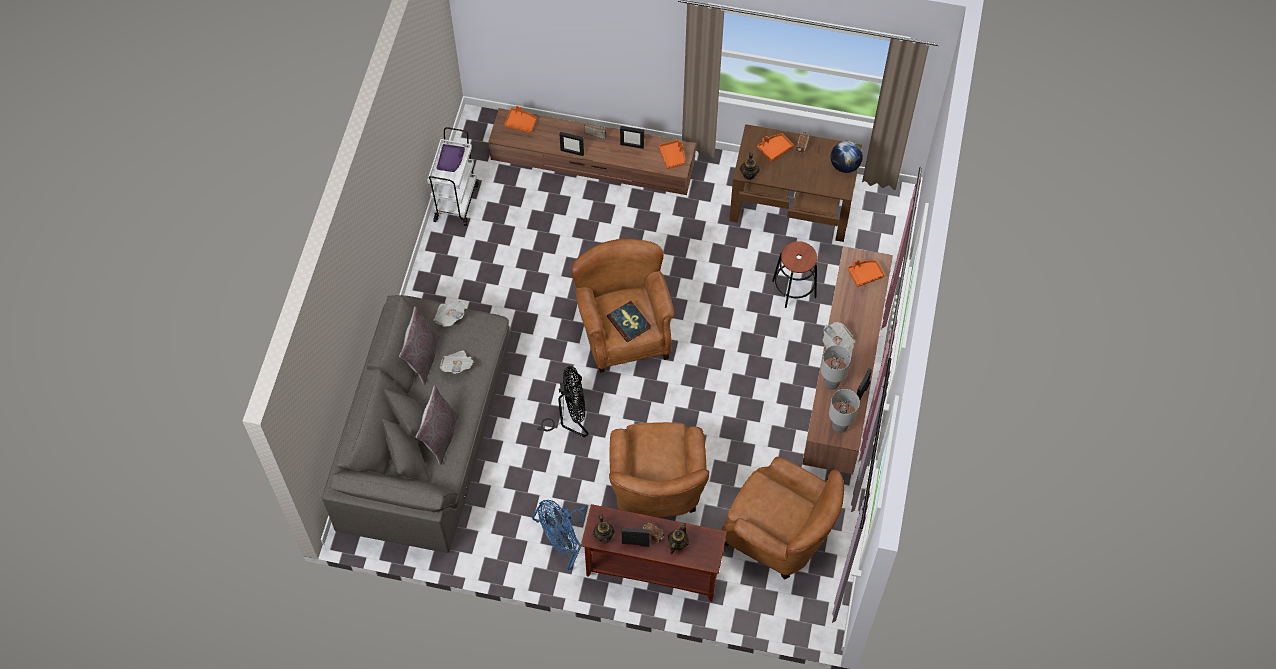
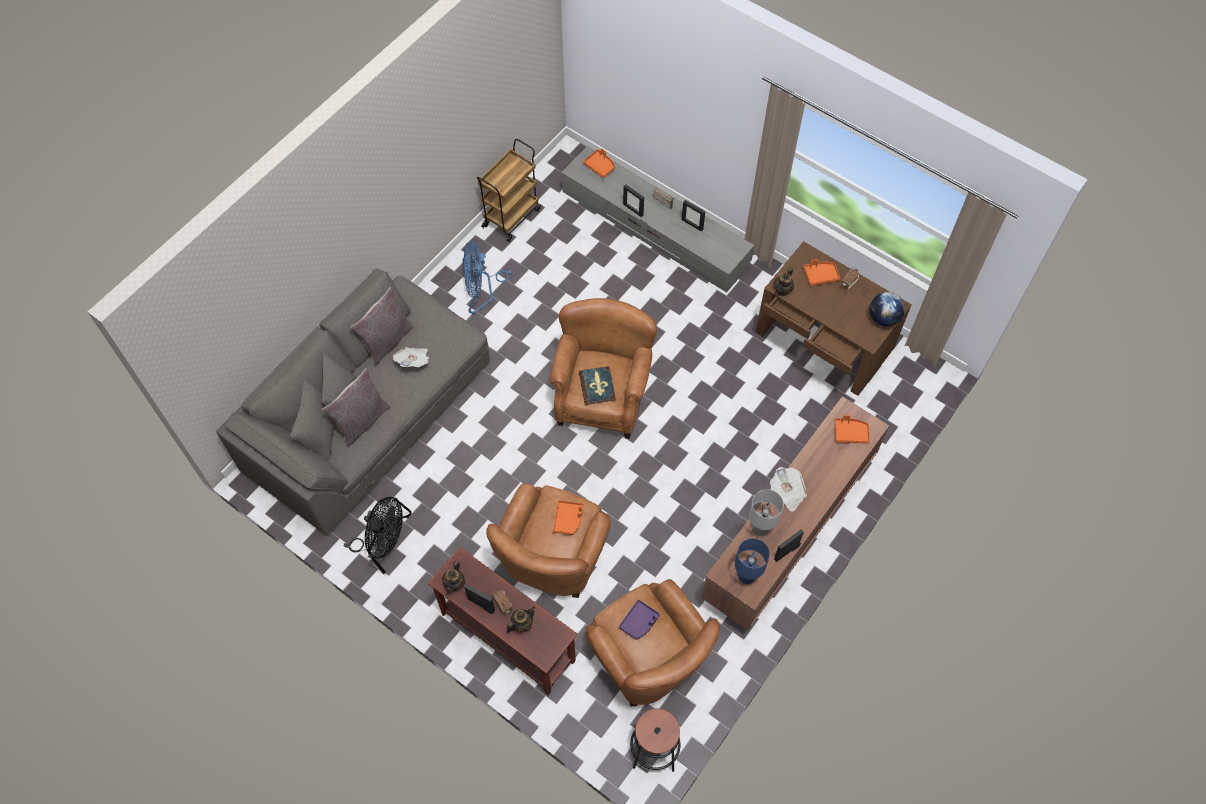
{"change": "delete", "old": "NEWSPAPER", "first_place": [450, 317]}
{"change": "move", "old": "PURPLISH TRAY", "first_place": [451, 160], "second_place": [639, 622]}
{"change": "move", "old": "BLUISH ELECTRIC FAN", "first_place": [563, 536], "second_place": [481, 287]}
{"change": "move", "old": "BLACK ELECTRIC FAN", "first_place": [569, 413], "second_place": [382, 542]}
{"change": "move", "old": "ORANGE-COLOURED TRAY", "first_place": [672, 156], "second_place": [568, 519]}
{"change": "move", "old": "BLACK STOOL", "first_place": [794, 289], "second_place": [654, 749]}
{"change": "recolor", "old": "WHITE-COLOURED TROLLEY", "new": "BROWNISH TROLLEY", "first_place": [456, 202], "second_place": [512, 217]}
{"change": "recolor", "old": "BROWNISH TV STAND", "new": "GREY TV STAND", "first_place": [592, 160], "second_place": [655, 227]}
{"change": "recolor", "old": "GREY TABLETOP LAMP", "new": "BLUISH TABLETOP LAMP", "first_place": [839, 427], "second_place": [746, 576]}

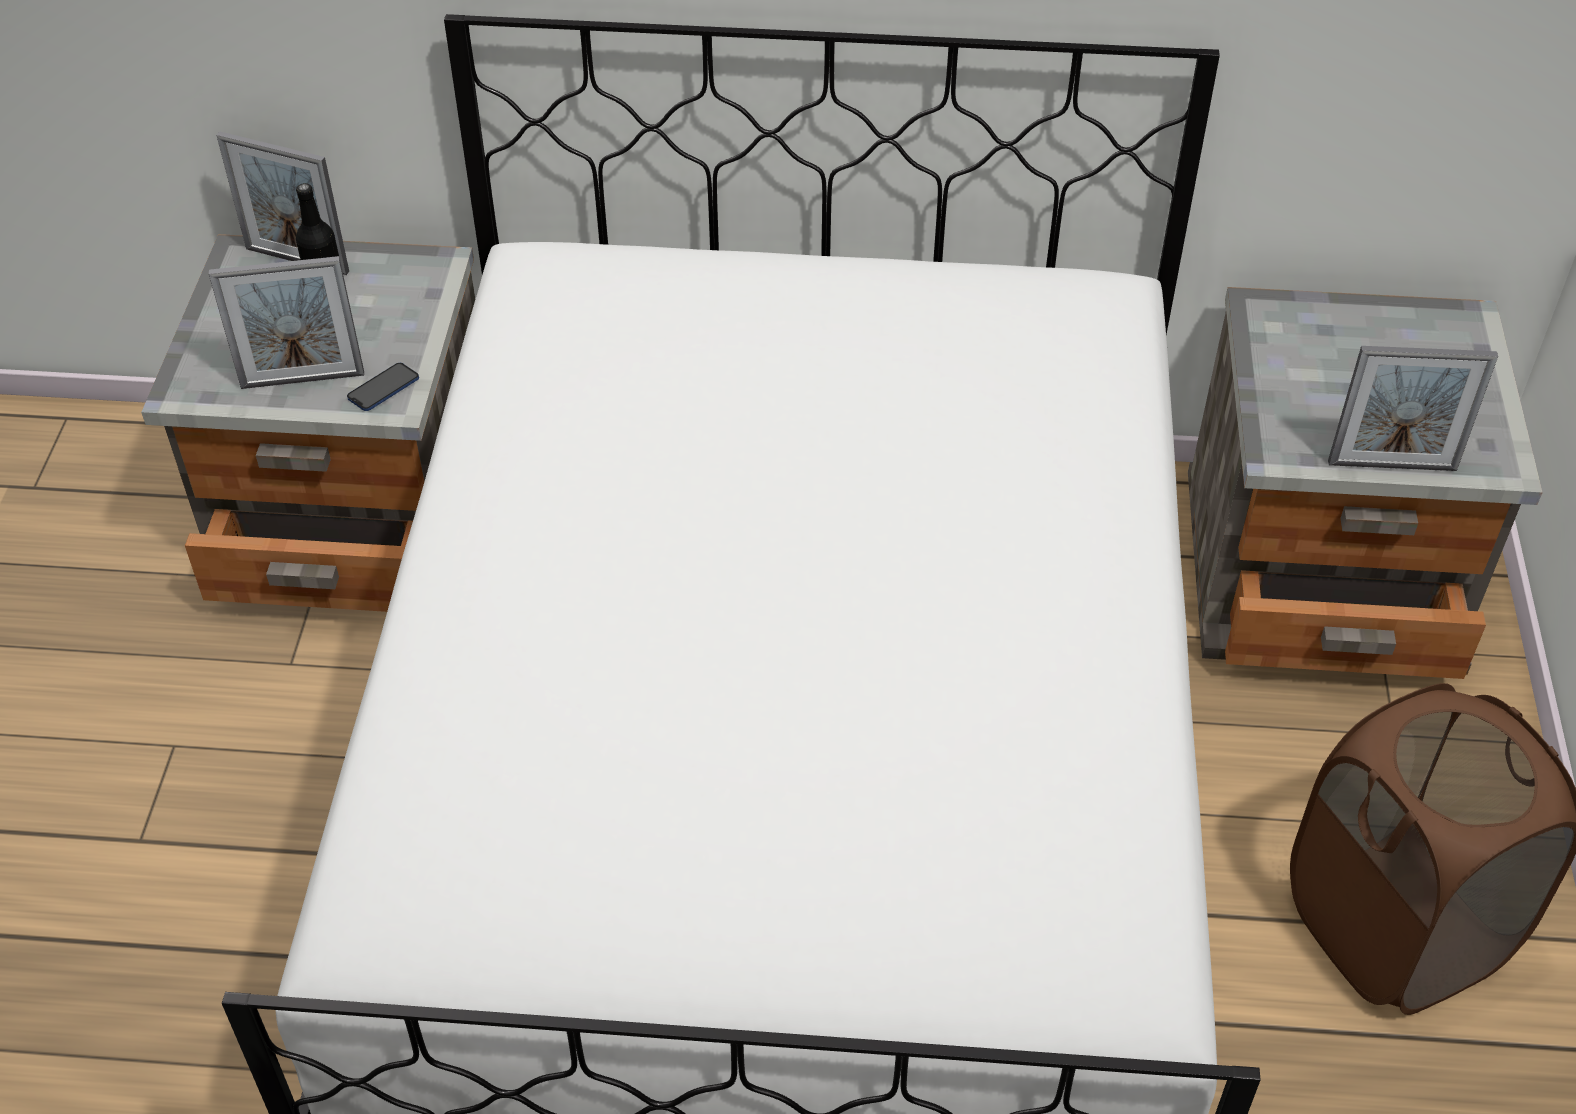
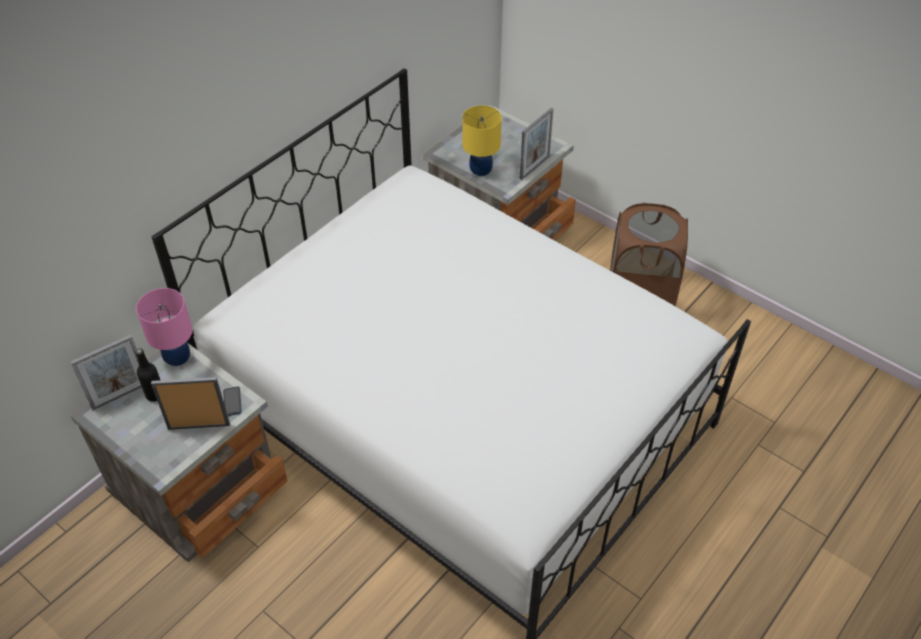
{"change": "insert", "new": "PINK-COLOURED TABLETOP LAMP", "second_place": [178, 359]}
{"change": "insert", "new": "YELLOWISH TABLETOP LAMP", "second_place": [482, 171]}
{"change": "rotate", "old": "STANDING FRAME", "first_place": [302, 380], "second_place": [199, 426], "degrees": -120}

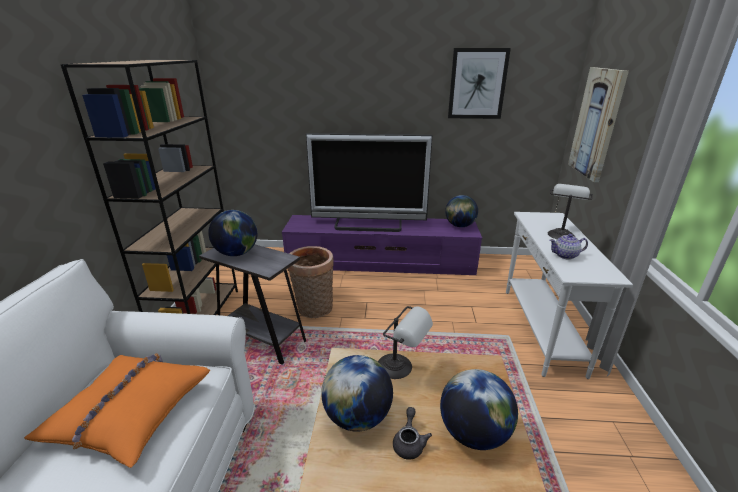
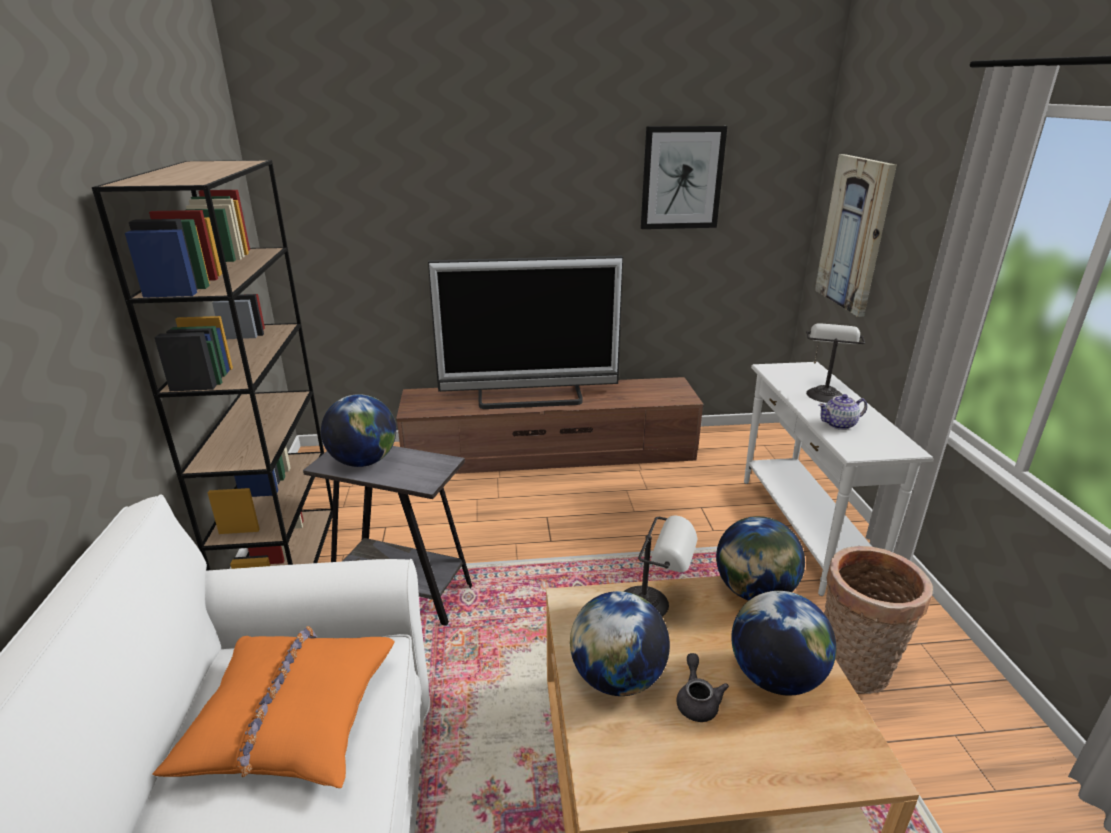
{"change": "move", "old": "BASKET", "first_place": [314, 309], "second_place": [853, 671]}
{"change": "move", "old": "GLOBE", "first_place": [459, 226], "second_place": [754, 592]}
{"change": "recolor", "old": "PURPLISH TV STAND", "new": "BROWNISH TV STAND", "first_place": [381, 261], "second_place": [550, 451]}

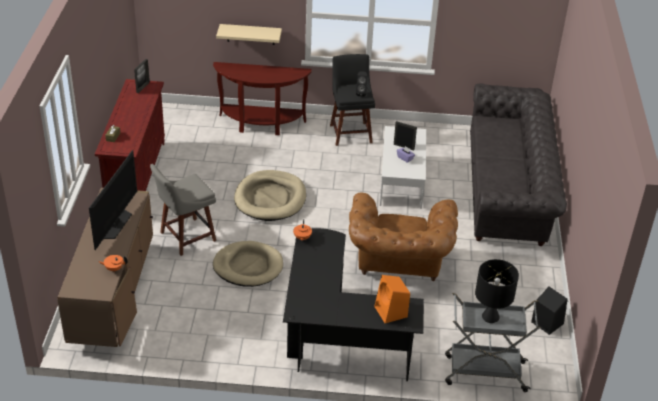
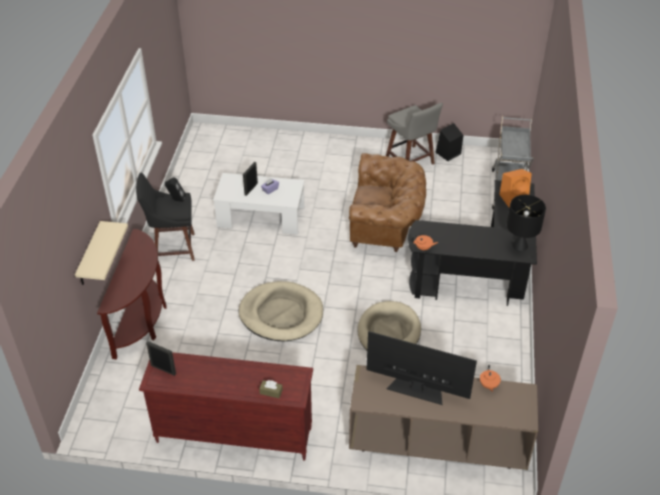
{"change": "delete", "old": "GREY SETTEE", "first_place": [509, 190]}
{"change": "move", "old": "GREY STOOL", "first_place": [185, 237], "second_place": [411, 162]}
{"change": "move", "old": "BLACK TABLETOP LAMP", "first_place": [490, 318], "second_place": [519, 247]}

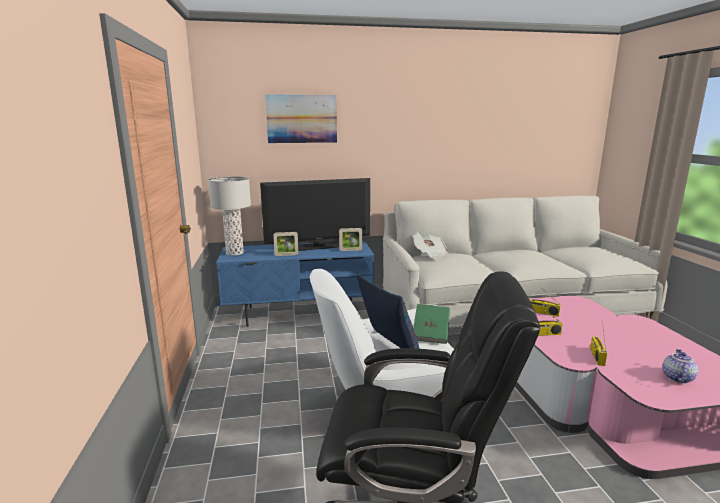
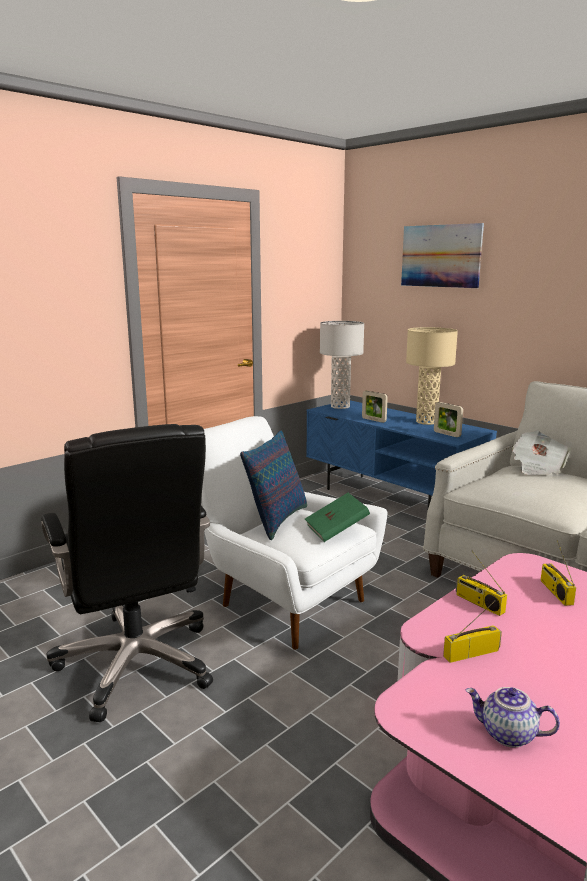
{"change": "replace", "old": "TV SET", "new": "SAND-COLOURED TABLETOP LAMP", "first_place": [318, 246], "second_place": [427, 422]}
{"change": "rotate", "old": "POT FOR TEA", "first_place": [676, 377], "second_place": [507, 735], "degrees": -150}

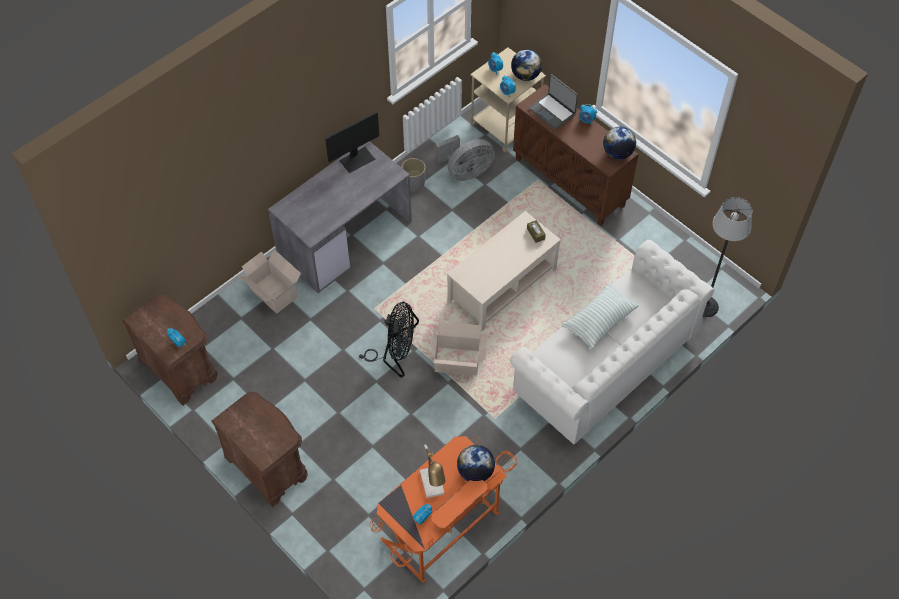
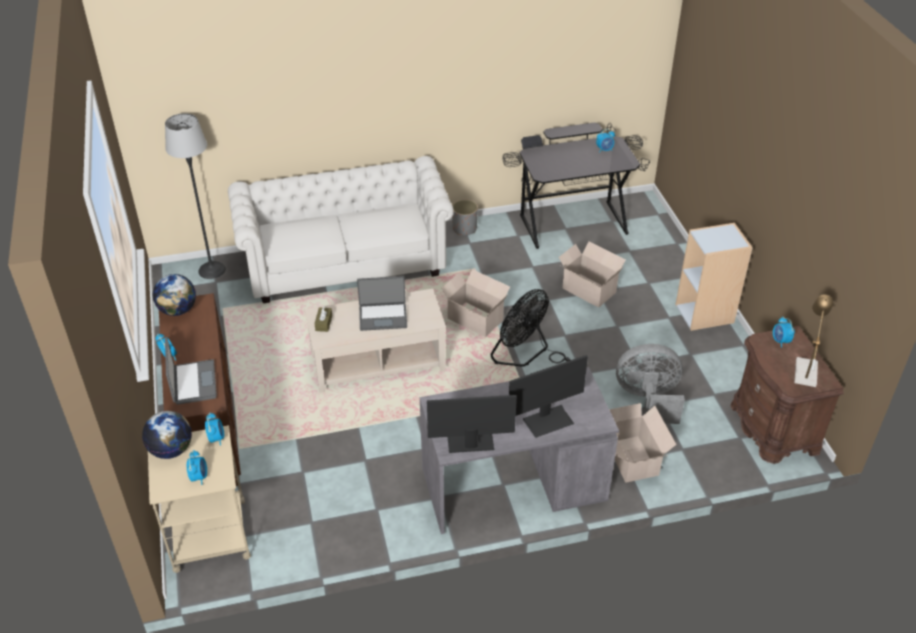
{"change": "delete", "old": "GLOBE", "first_place": [475, 471]}
{"change": "delete", "old": "CUSHION", "first_place": [599, 321]}
{"change": "insert", "new": "LAPTOP", "second_place": [383, 316]}
{"change": "insert", "new": "MONITOR", "second_place": [548, 420]}
{"change": "insert", "new": "CARTON", "second_place": [588, 289]}
{"change": "move", "old": "GREY FLOWER POT", "first_place": [413, 183], "second_place": [464, 229]}
{"change": "move", "old": "TABLETOP LAMP", "first_place": [433, 486], "second_place": [805, 369]}
{"change": "move", "old": "GREY ELECTRIC FAN", "first_place": [465, 172], "second_place": [648, 399]}
{"change": "replace", "old": "BROWNISH NIGHTSTAND", "new": "SHELVING UNIT", "first_place": [268, 465], "second_place": [705, 314]}
{"change": "recolor", "old": "ORANGE-COLOURED DESK", "new": "BLACK DESK", "first_place": [442, 529], "second_place": [572, 222]}

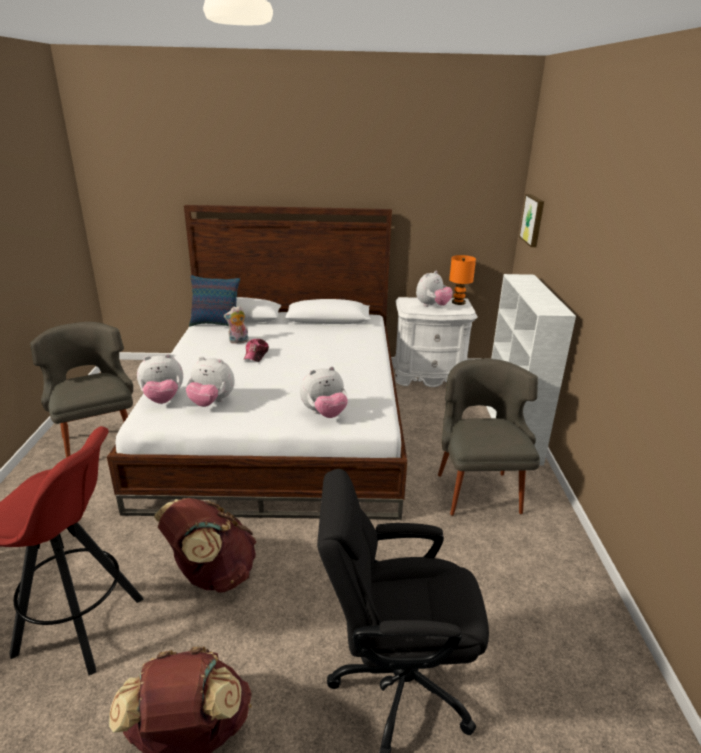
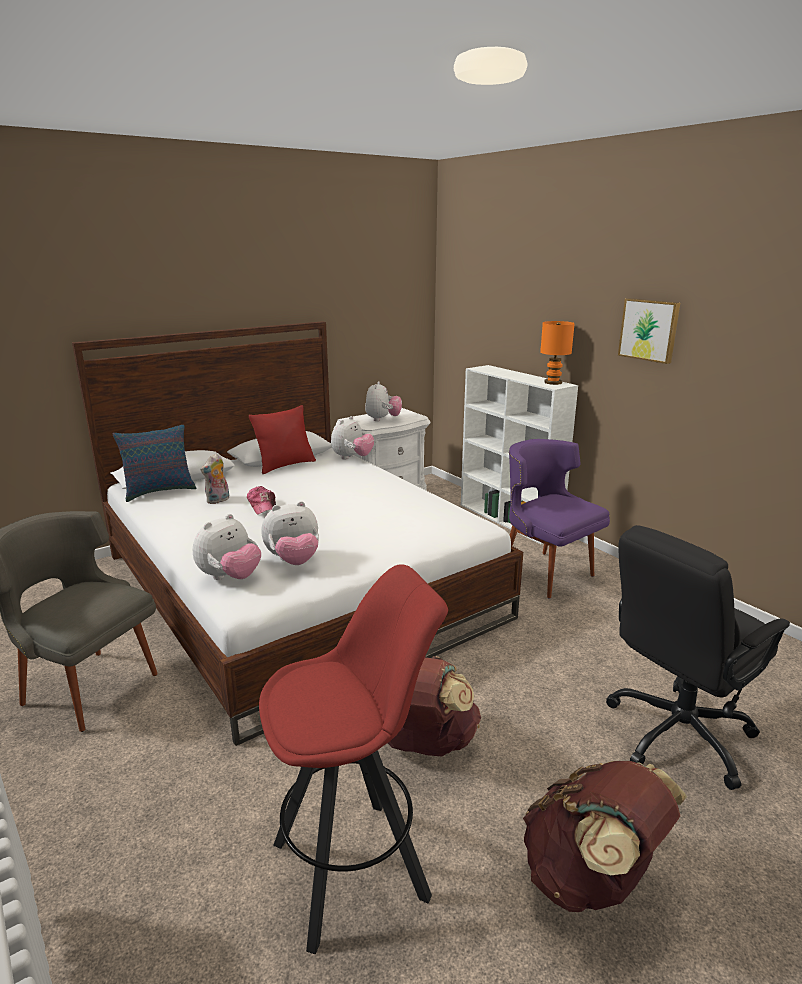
{"change": "insert", "new": "RED-COLOURED CUSHION", "second_place": [285, 465]}
{"change": "move", "old": "SOFT TOY", "first_place": [324, 414], "second_place": [352, 458]}
{"change": "move", "old": "ORANGE-COLOURED TABLETOP LAMP", "first_place": [458, 302], "second_place": [553, 382]}
{"change": "move", "old": "WALL PICTURE", "first_place": [533, 220], "second_place": [649, 330]}
{"change": "recolor", "old": "GREY PLAIN CHAIR", "new": "PURPLISH PLAIN CHAIR", "first_place": [478, 494], "second_place": [546, 575]}

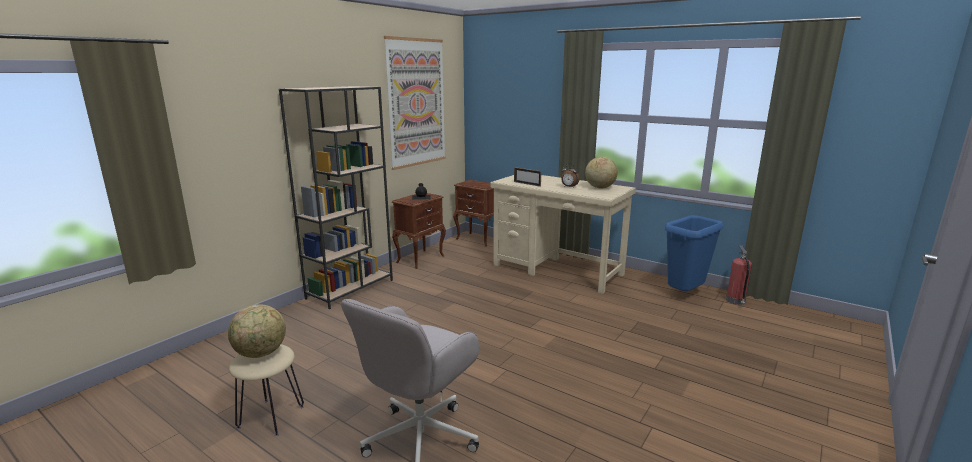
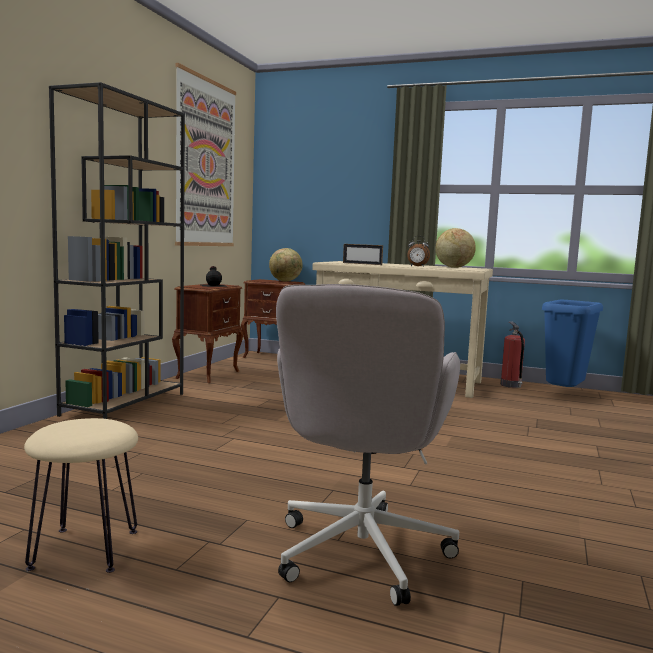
{"change": "move", "old": "GLOBE", "first_place": [261, 354], "second_place": [285, 281]}
{"change": "move", "old": "FIRE-FIGHTING CYLINDER", "first_place": [736, 301], "second_place": [511, 385]}

